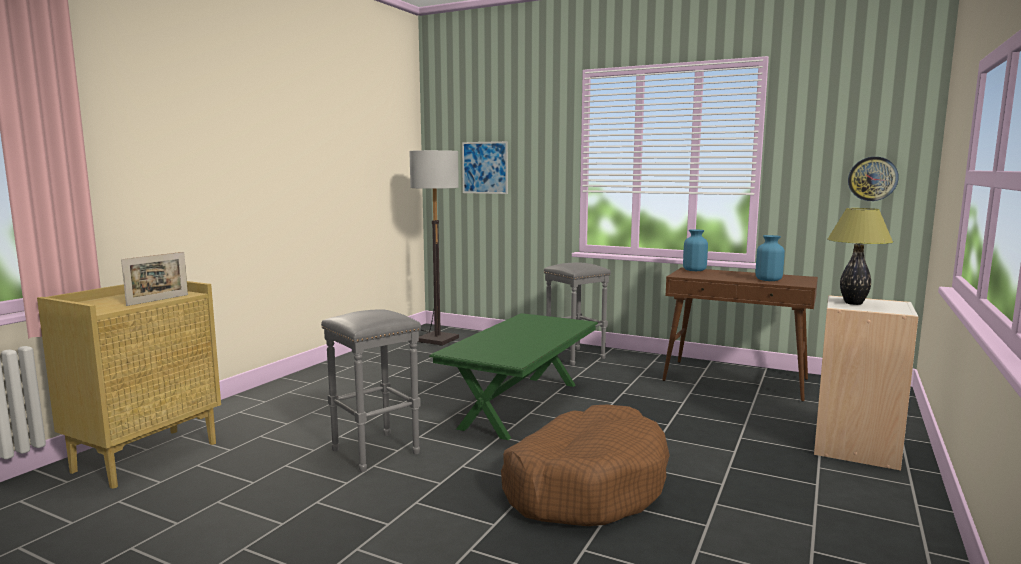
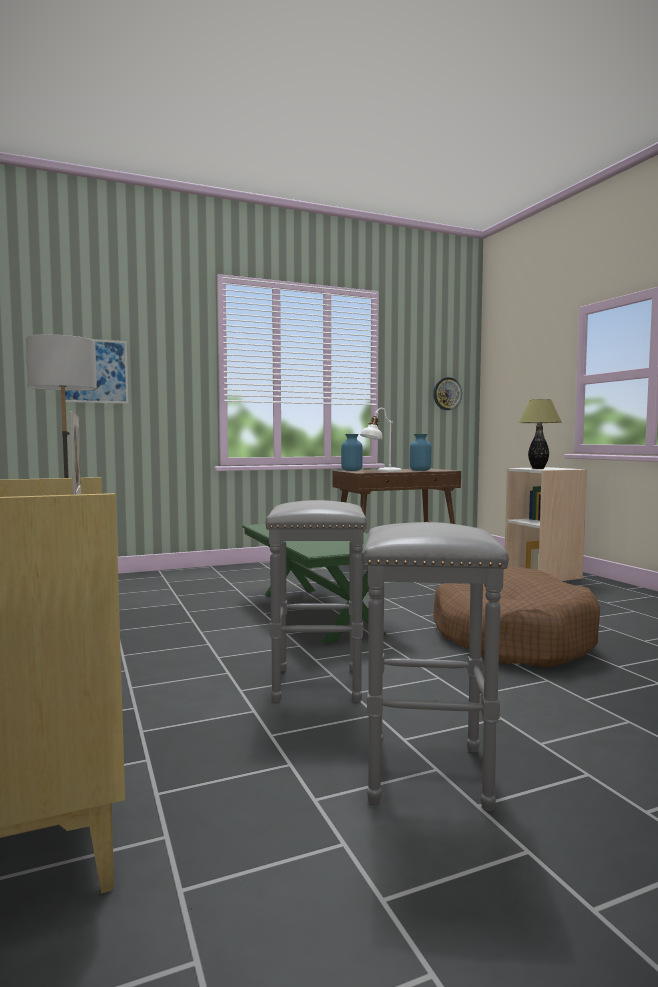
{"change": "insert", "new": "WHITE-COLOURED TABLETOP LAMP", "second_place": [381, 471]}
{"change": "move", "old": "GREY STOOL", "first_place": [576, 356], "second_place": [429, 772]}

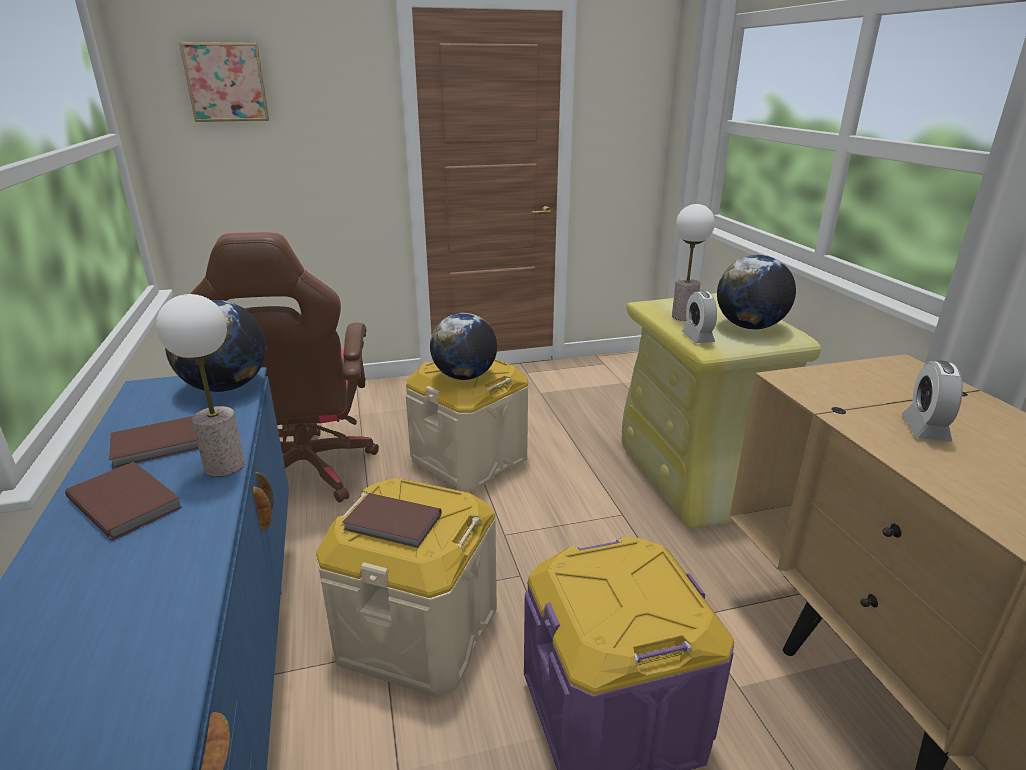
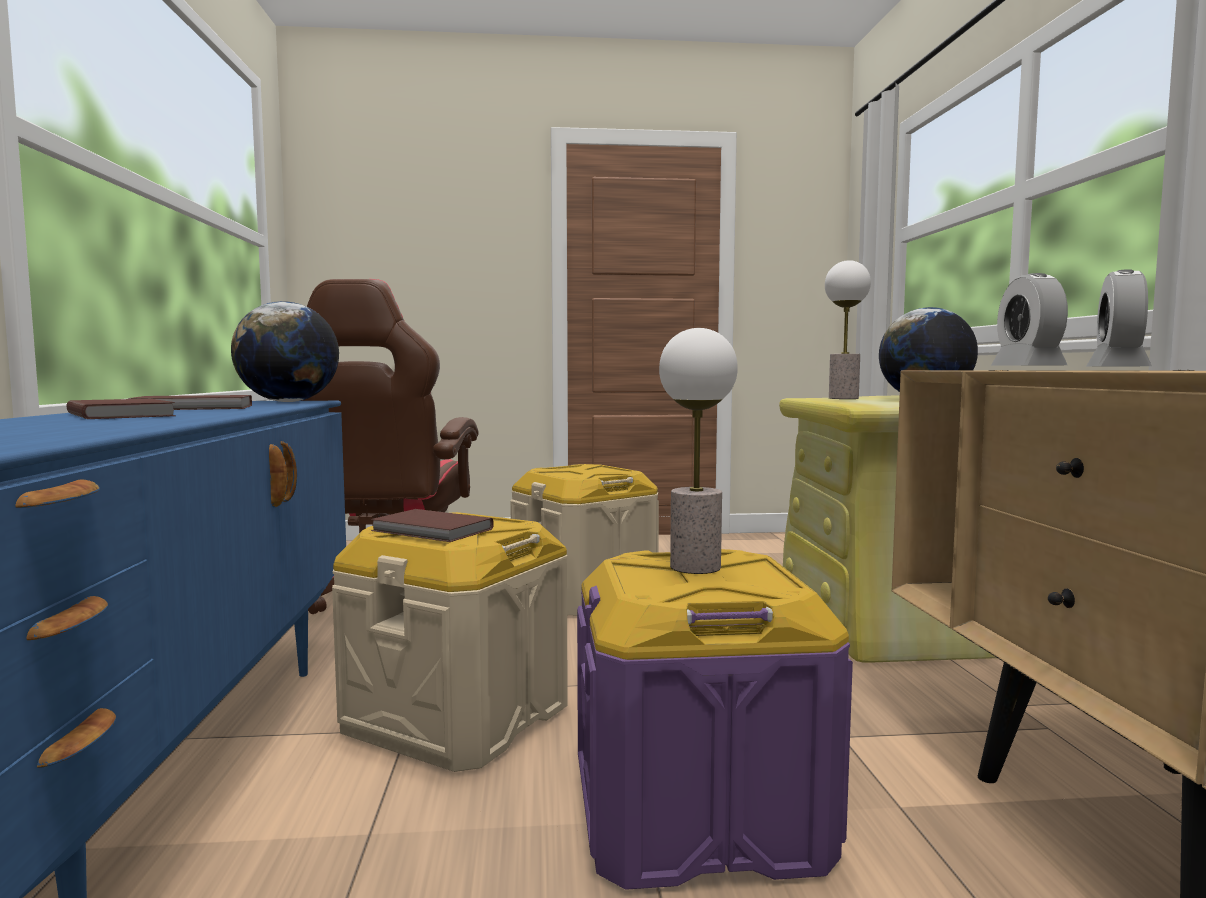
{"change": "delete", "old": "WALL PICTURE", "first_place": [226, 82]}
{"change": "delete", "old": "GLOBE", "first_place": [464, 376]}
{"change": "move", "old": "TABLETOP LAMP", "first_place": [224, 466], "second_place": [695, 567]}
{"change": "move", "old": "TABLE CLOCK", "first_place": [697, 337], "second_place": [1027, 369]}

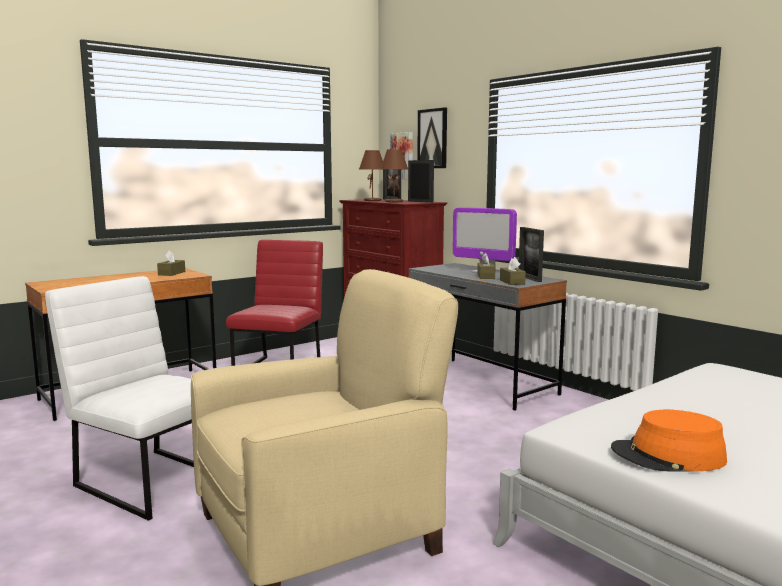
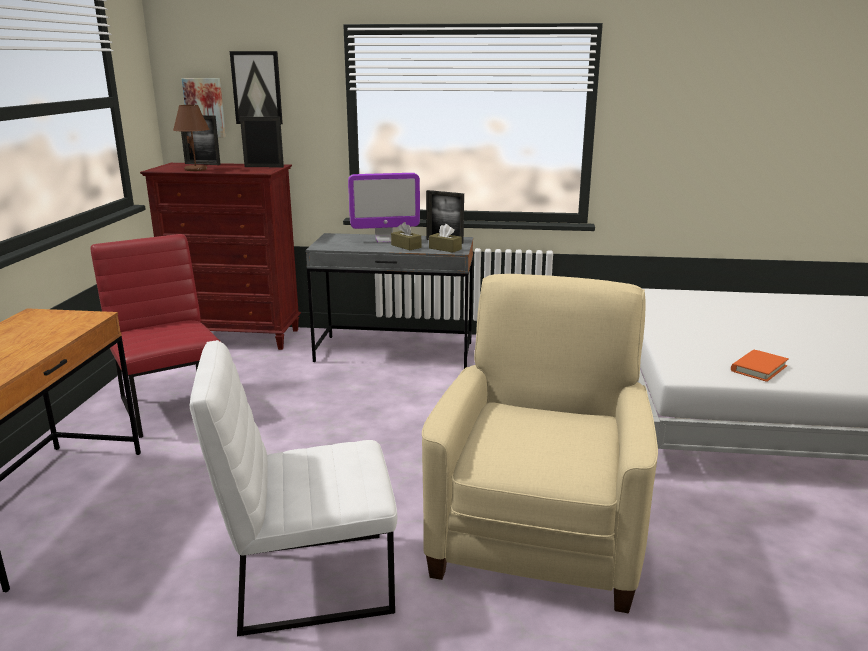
{"change": "delete", "old": "BROWNISH BOX OF TISSUES", "first_place": [171, 273]}
{"change": "delete", "old": "BROWNISH TABLETOP LAMP", "first_place": [394, 202]}
{"change": "replace", "old": "ORANGE-COLOURED CLOTHING HAT", "new": "ORANGE-COLOURED VOLUME", "first_place": [668, 456], "second_place": [758, 368]}

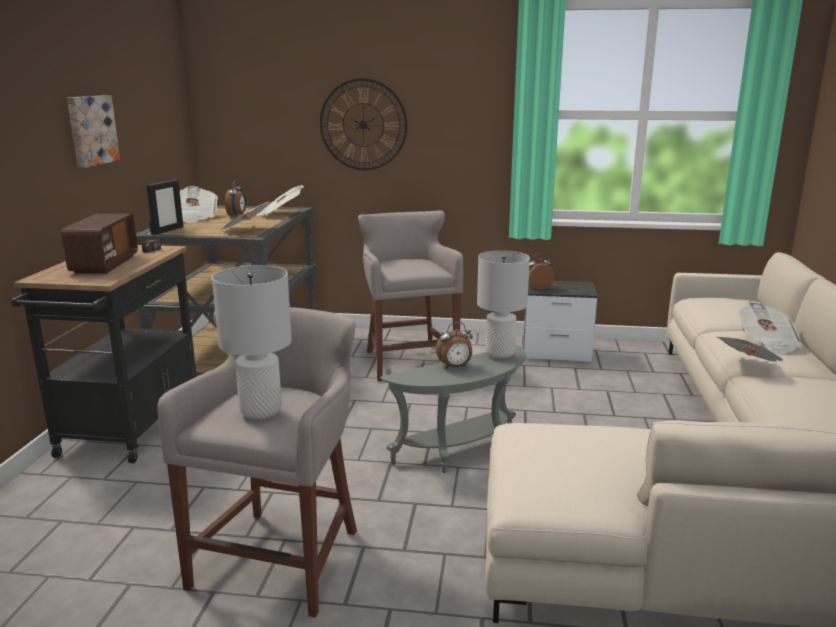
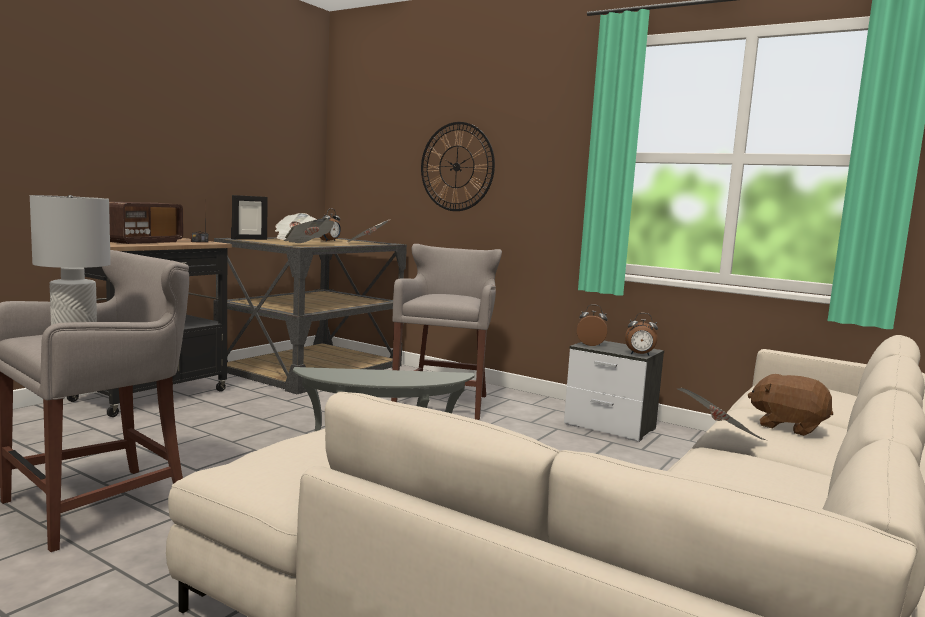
{"change": "delete", "old": "WALL PICTURE", "first_place": [91, 130]}
{"change": "delete", "old": "GREY TABLETOP LAMP", "first_place": [499, 355]}
{"change": "move", "old": "TABLE CLOCK", "first_place": [455, 367], "second_place": [640, 354]}
{"change": "replace", "old": "NEWSPAPER", "new": "BROWNISH SOFT TOY", "first_place": [767, 344], "second_place": [788, 426]}

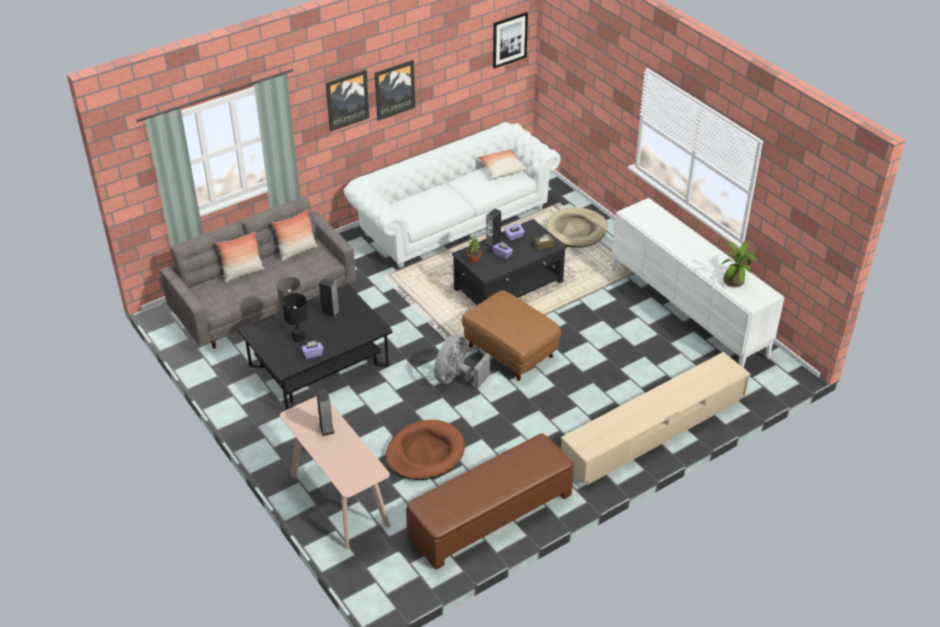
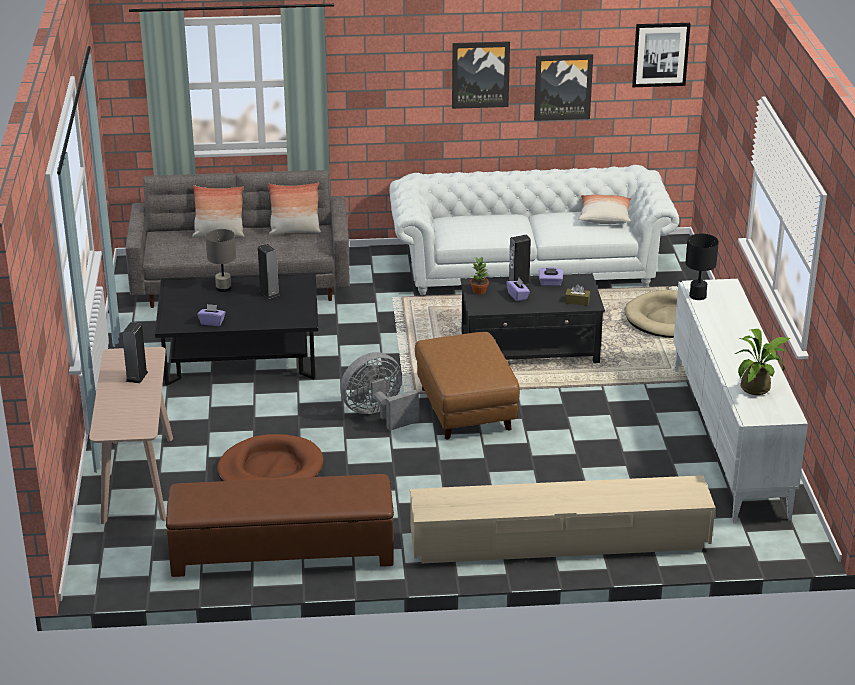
{"change": "move", "old": "BLACK TABLETOP LAMP", "first_place": [298, 337], "second_place": [698, 296]}
{"change": "move", "old": "WALL PICTURE", "first_place": [347, 100], "second_place": [563, 87]}

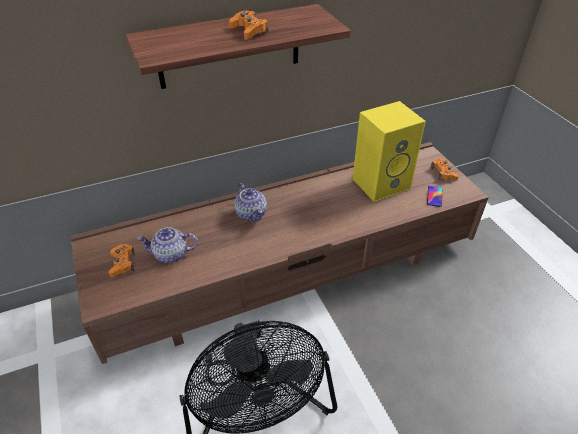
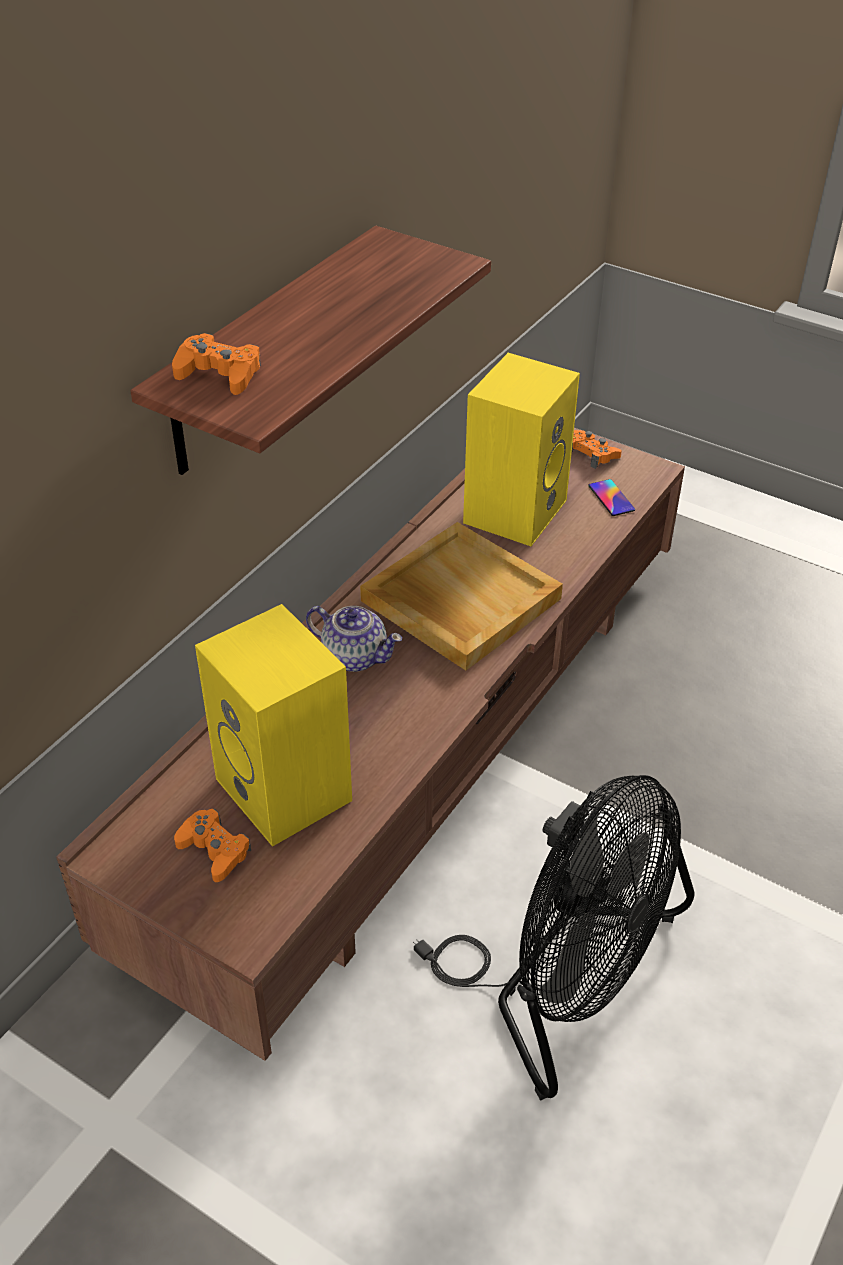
{"change": "insert", "new": "SAND-COLOURED TRAY", "second_place": [459, 600]}
{"change": "move", "old": "ORANGE-COLOURED JOYPAD", "first_place": [249, 30], "second_place": [219, 373]}
{"change": "replace", "old": "POT FOR TEA", "new": "YELLOWISH LOUDSPEAKER", "first_place": [171, 254], "second_place": [287, 790]}

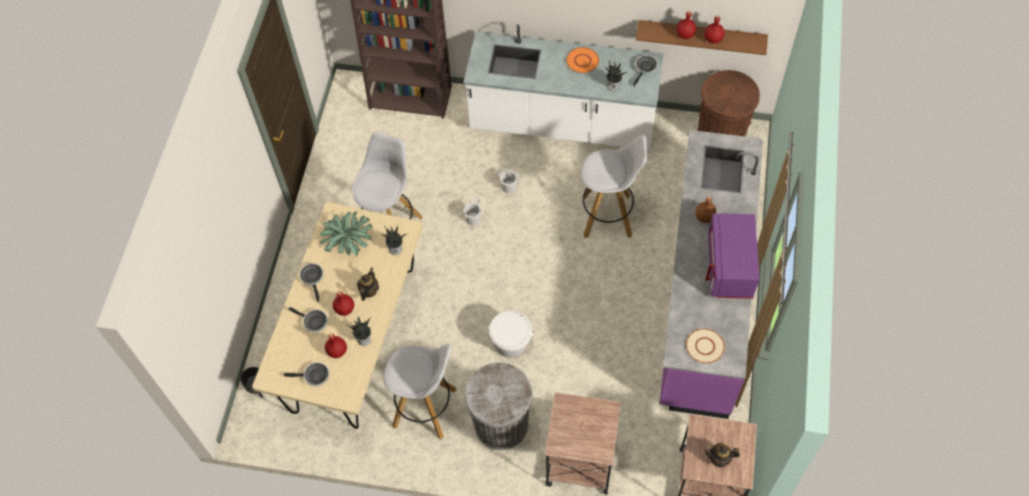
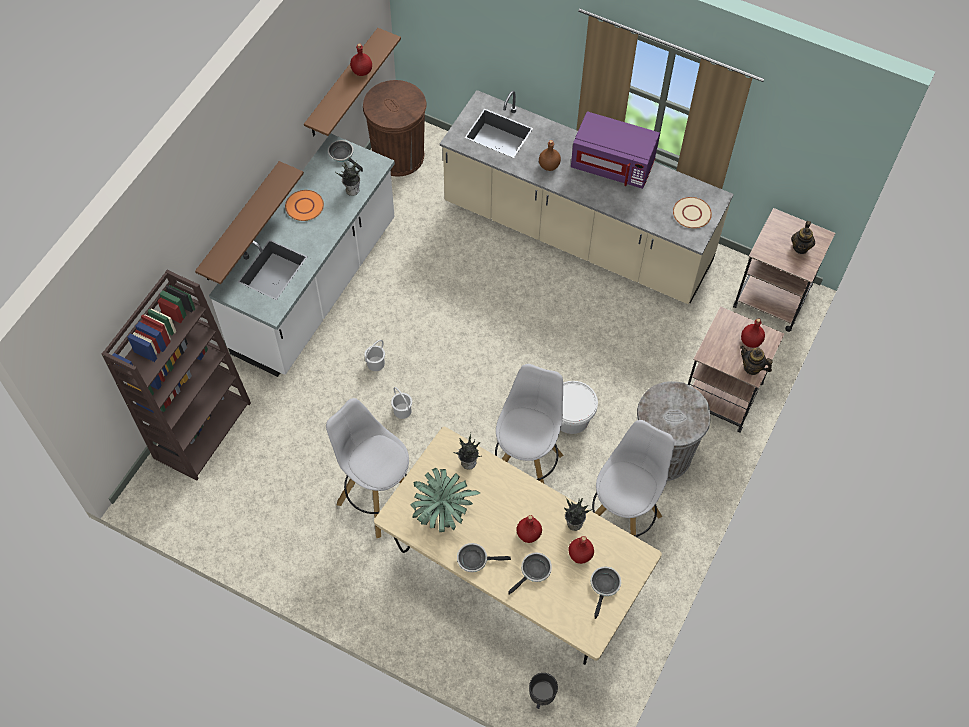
{"change": "insert", "new": "BROWNISH WALL SHELF", "second_place": [240, 223]}
{"change": "move", "old": "POT FOR TEA", "first_place": [369, 291], "second_place": [752, 367]}
{"change": "move", "old": "WHITE-COLOURED STOOL", "first_place": [608, 216], "second_place": [526, 467]}
{"change": "move", "old": "RED-COLOURED BEVERAGE BOTTLE", "first_place": [685, 34], "second_place": [750, 341]}
{"change": "recolor", "old": "PURPLISH COUNTER", "new": "SAND-COLOURED COUNTER", "first_place": [702, 296], "second_place": [577, 234]}

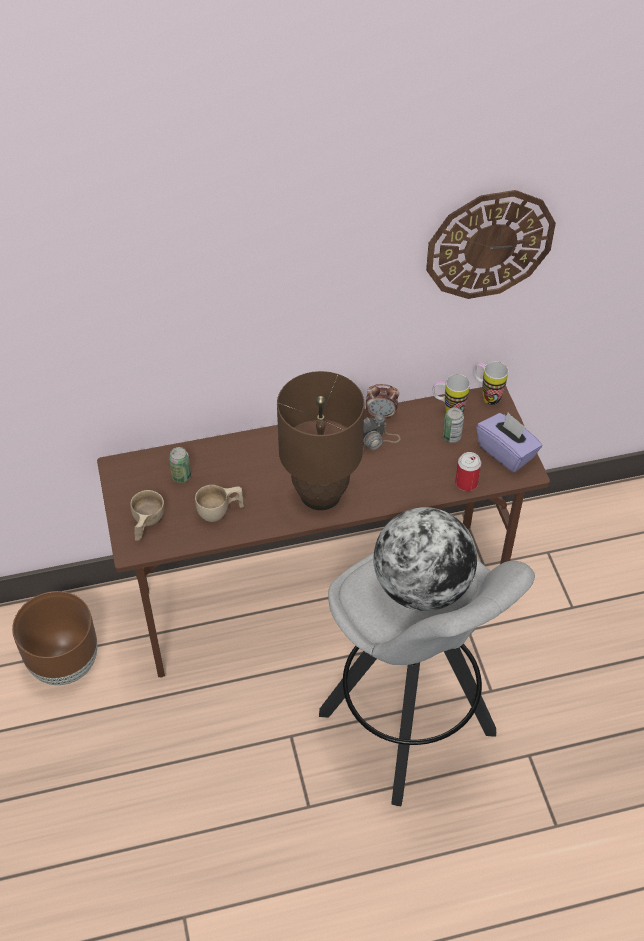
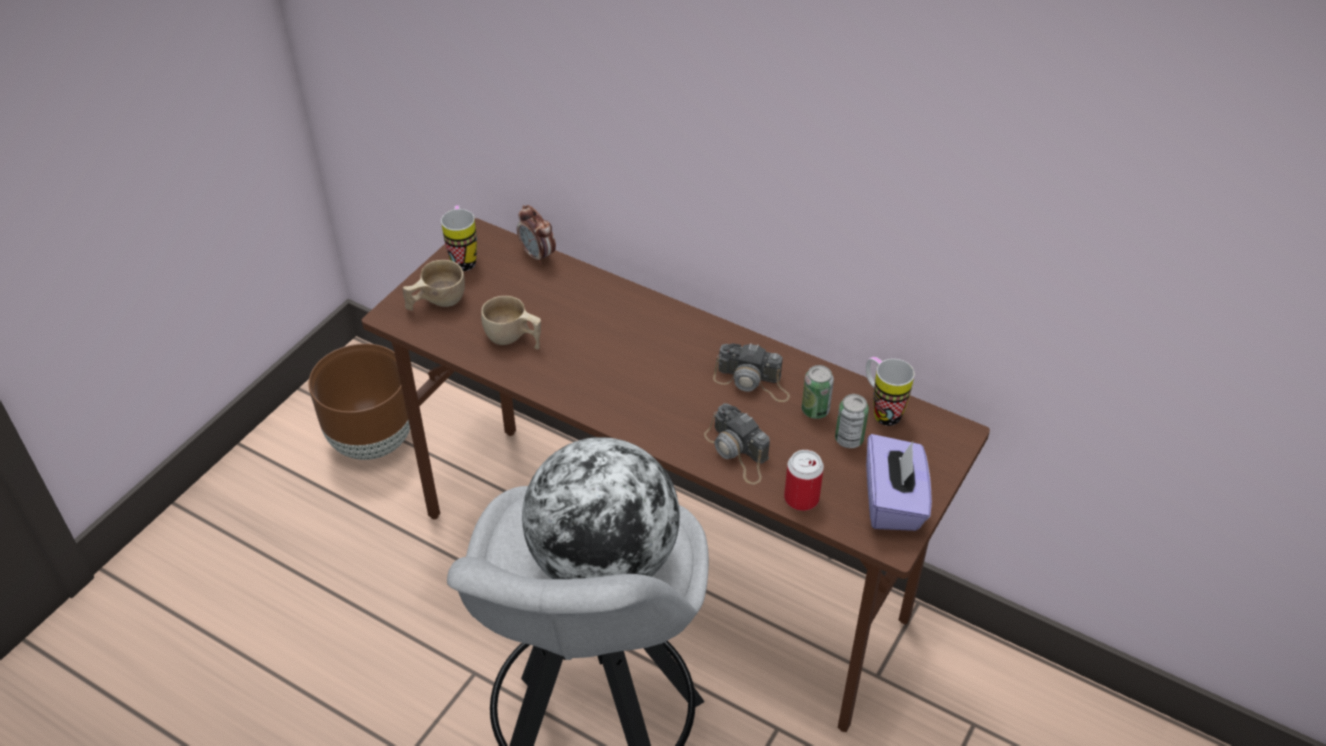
{"change": "delete", "old": "BROWNISH TABLETOP LAMP", "first_place": [320, 494]}
{"change": "delete", "old": "HANGING CLOCK", "first_place": [489, 244]}
{"change": "insert", "new": "STILL CAMERA", "second_place": [738, 452]}
{"change": "move", "old": "CAN", "first_place": [181, 476], "second_place": [815, 410]}
{"change": "move", "old": "TABLE CLOCK", "first_place": [381, 414], "second_place": [538, 256]}
{"change": "move", "old": "MUG", "first_place": [486, 396], "second_place": [463, 258]}

